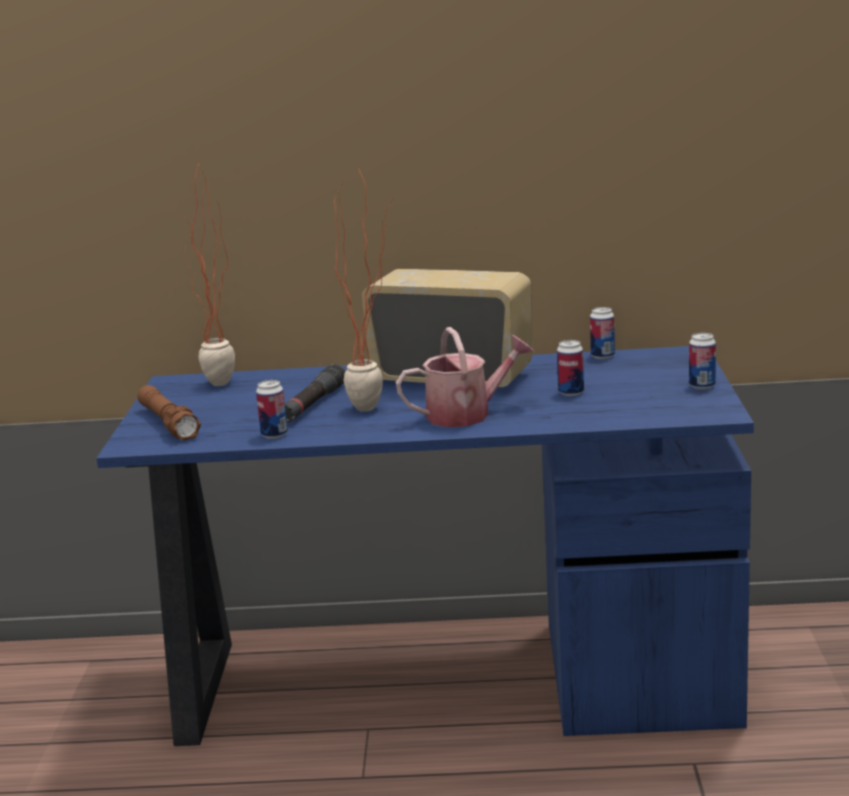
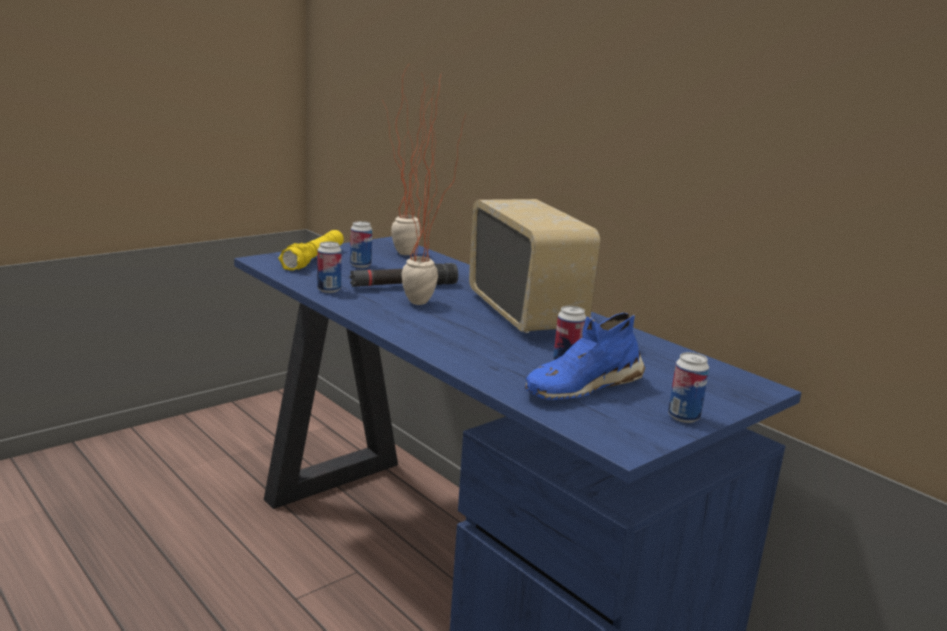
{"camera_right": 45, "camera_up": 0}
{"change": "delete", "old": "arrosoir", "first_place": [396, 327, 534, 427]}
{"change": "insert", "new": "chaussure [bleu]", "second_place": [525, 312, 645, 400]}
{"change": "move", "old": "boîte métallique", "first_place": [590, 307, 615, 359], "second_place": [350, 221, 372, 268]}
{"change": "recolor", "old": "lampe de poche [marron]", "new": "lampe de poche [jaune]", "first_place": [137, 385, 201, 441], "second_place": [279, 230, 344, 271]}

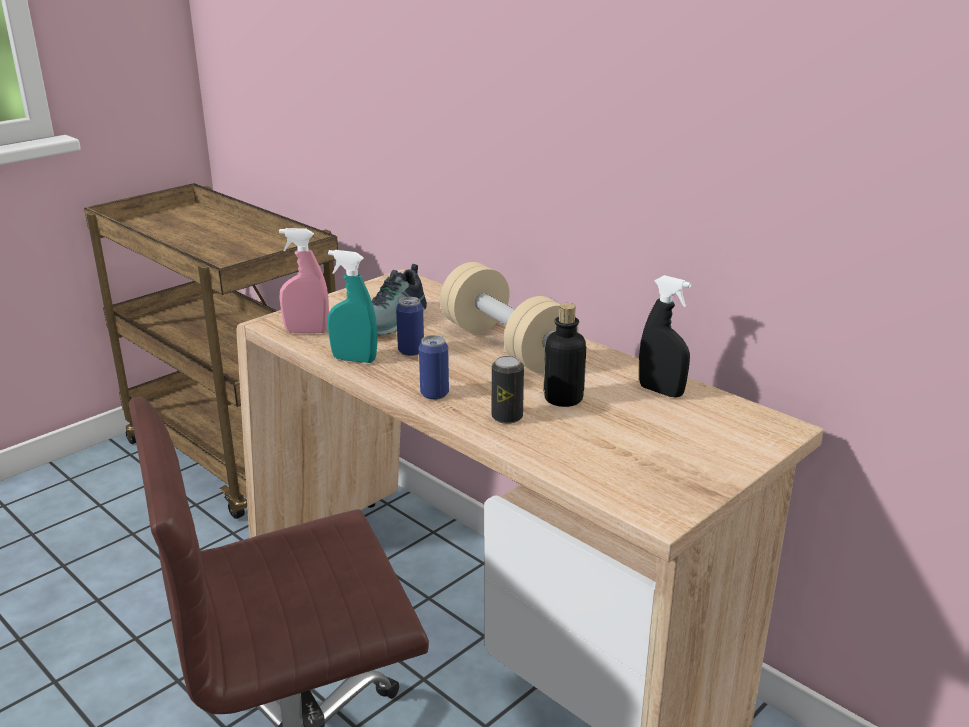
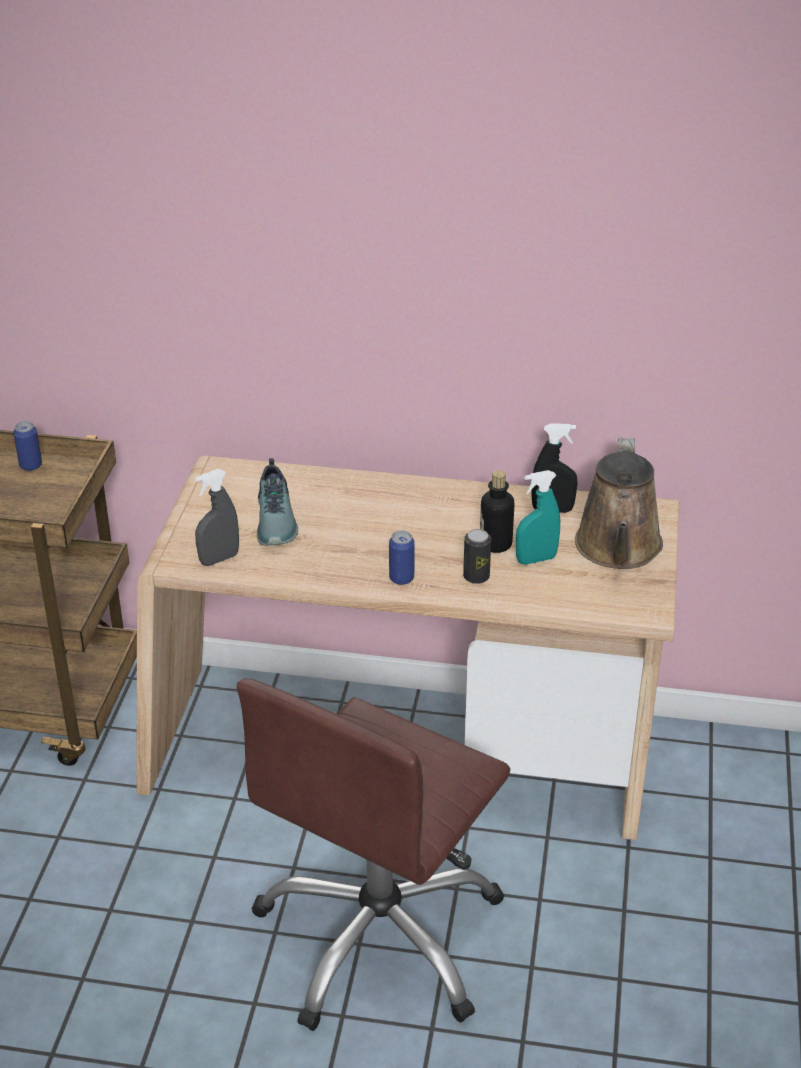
{"camera_right": -35, "camera_up": 10}
{"change": "delete", "old": "haltère [beige]", "first_place": [440, 262, 579, 373]}
{"change": "insert", "new": "arrosoir [marron]", "second_place": [575, 438, 663, 569]}
{"change": "move", "old": "vaporisateur [turquoise]", "first_place": [327, 250, 377, 363], "second_place": [516, 470, 560, 565]}
{"change": "move", "old": "boîte métallique", "first_place": [396, 297, 424, 356], "second_place": [13, 421, 42, 471]}
{"change": "recolor", "old": "vaporisateur [rose]", "new": "vaporisateur [gris]", "first_place": [279, 228, 329, 333], "second_place": [195, 469, 239, 566]}

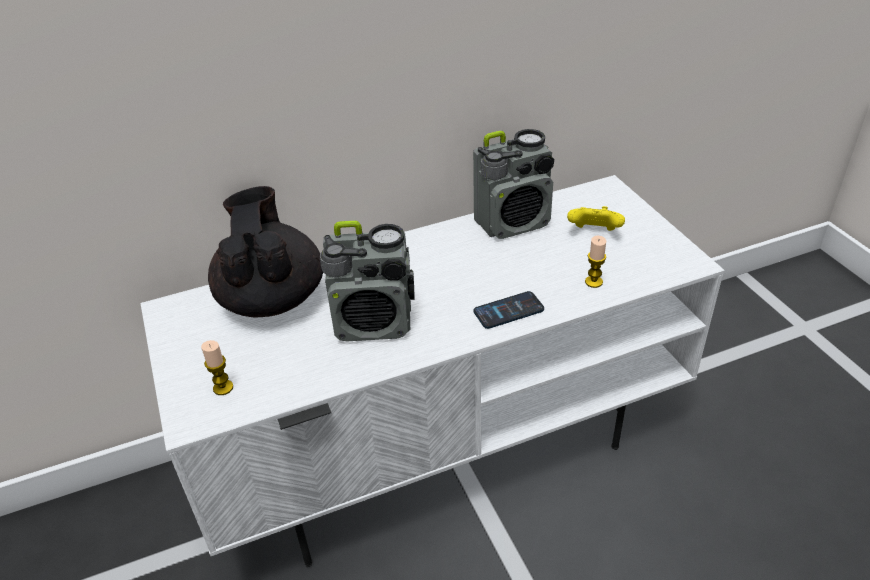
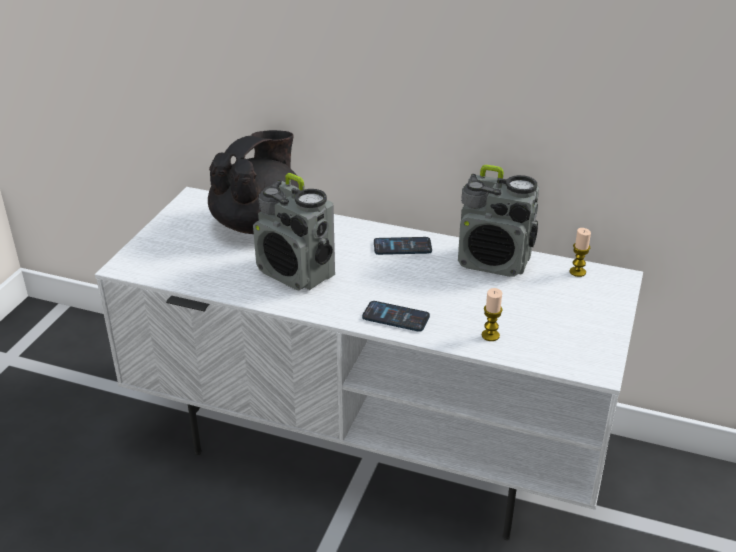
{"camera_right": 40, "camera_up": -5}
{"change": "delete", "old": "manette [jaune]", "first_place": [567, 206, 625, 231]}
{"change": "insert", "new": "téléphone", "second_place": [374, 237, 432, 255]}
{"change": "move", "old": "bougie", "first_place": [201, 340, 233, 395], "second_place": [569, 228, 591, 277]}

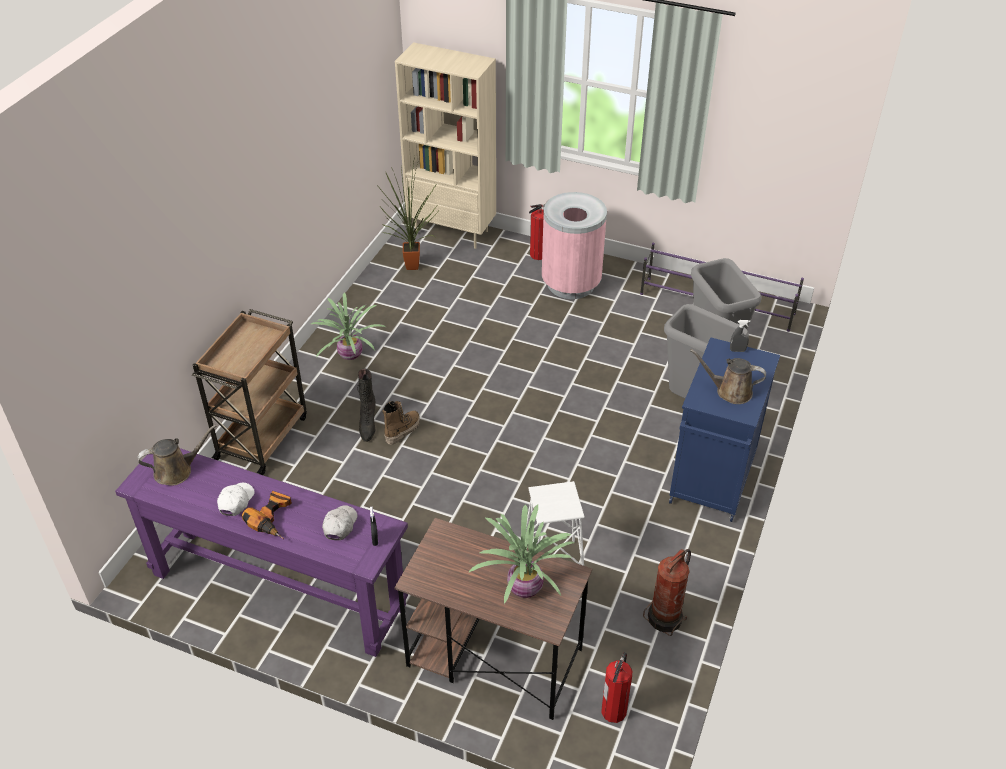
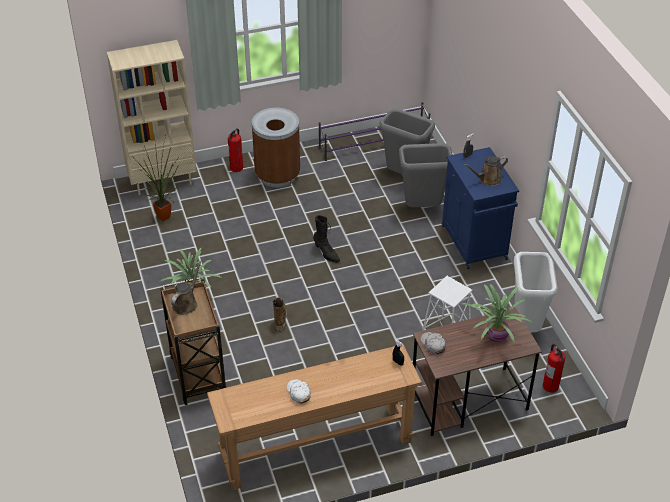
{"camera_right": -40, "camera_up": 0}
{"change": "delete", "old": "perceuse", "first_place": [242, 491, 292, 539]}
{"change": "move", "old": "arrosoir [marron]", "first_place": [137, 425, 216, 486], "second_place": [171, 261, 202, 315]}
{"change": "move", "old": "casquette [blanc]", "first_place": [322, 505, 357, 540], "second_place": [420, 332, 446, 354]}
{"change": "move", "old": "botte [noir]", "first_place": [357, 369, 376, 442], "second_place": [313, 215, 340, 263]}
{"change": "replace", "old": "extincteur", "new": "poubelle [blanc]", "first_place": [643, 549, 691, 636], "second_place": [514, 252, 557, 332]}
{"change": "recolor", "old": "table console [violet]", "new": "table console [marron]", "first_place": [115, 448, 408, 657], "second_place": [207, 345, 422, 490]}
{"change": "recolor", "old": "poubelle [rose]", "new": "poubelle [marron]", "first_place": [542, 192, 607, 299], "second_place": [252, 107, 300, 188]}

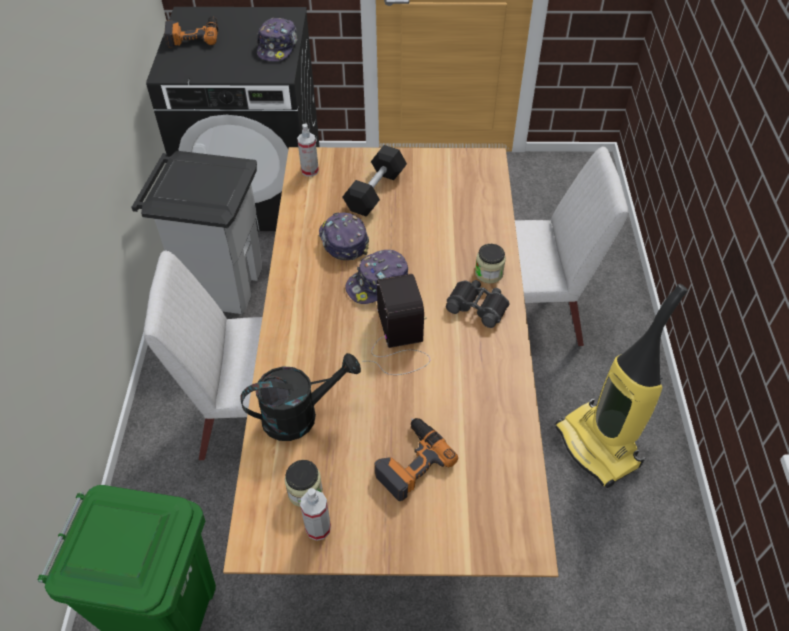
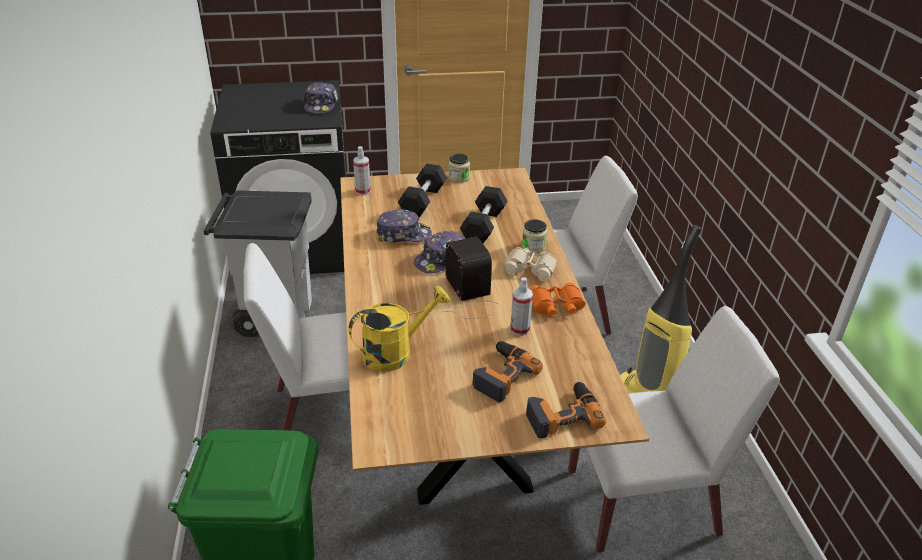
{"camera_right": -10, "camera_up": -15}
{"change": "insert", "new": "haltère [noir]", "second_place": [460, 186, 507, 243]}
{"change": "insert", "new": "jumelles [orange]", "second_place": [530, 282, 586, 317]}
{"change": "insert", "new": "chaise [blanc]", "second_place": [568, 306, 780, 552]}
{"change": "move", "old": "perceuse", "first_place": [164, 16, 218, 48], "second_place": [526, 382, 606, 438]}
{"change": "move", "old": "bocal", "first_place": [285, 460, 323, 507], "second_place": [448, 154, 470, 183]}
{"change": "move", "old": "vaporisateur", "first_place": [300, 488, 331, 541], "second_place": [510, 277, 533, 336]}
{"change": "recolor", "old": "arrosoir [noir]", "new": "arrosoir [jaune]", "first_place": [240, 353, 361, 441], "second_place": [348, 286, 450, 372]}
{"change": "recolor", "old": "jumelles [noir]", "new": "jumelles [beige]", "first_place": [446, 280, 510, 328], "second_place": [504, 247, 557, 281]}
{"change": "rotate", "old": "casquette", "first_place": [319, 212, 369, 260], "second_place": [376, 209, 432, 242], "degrees": 120}

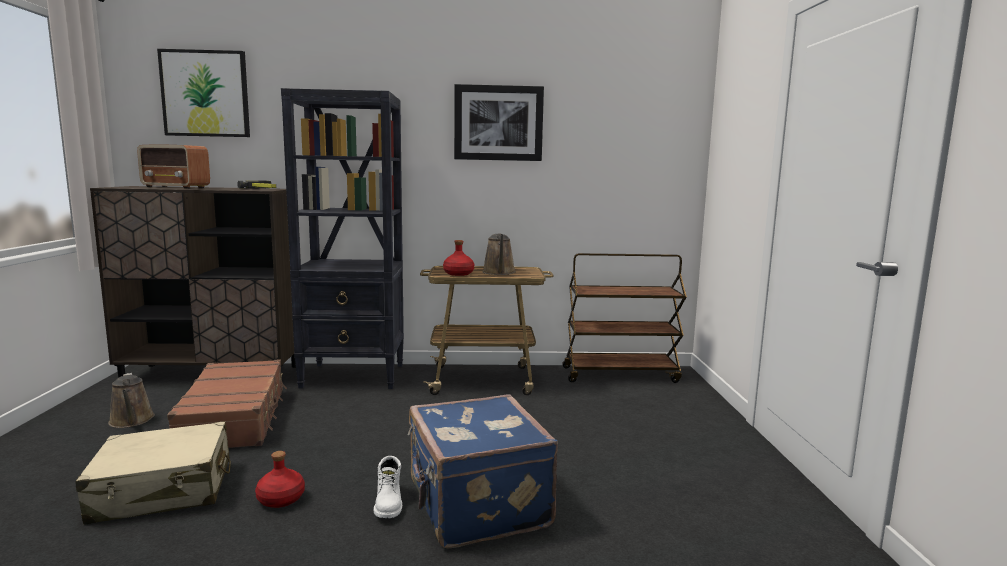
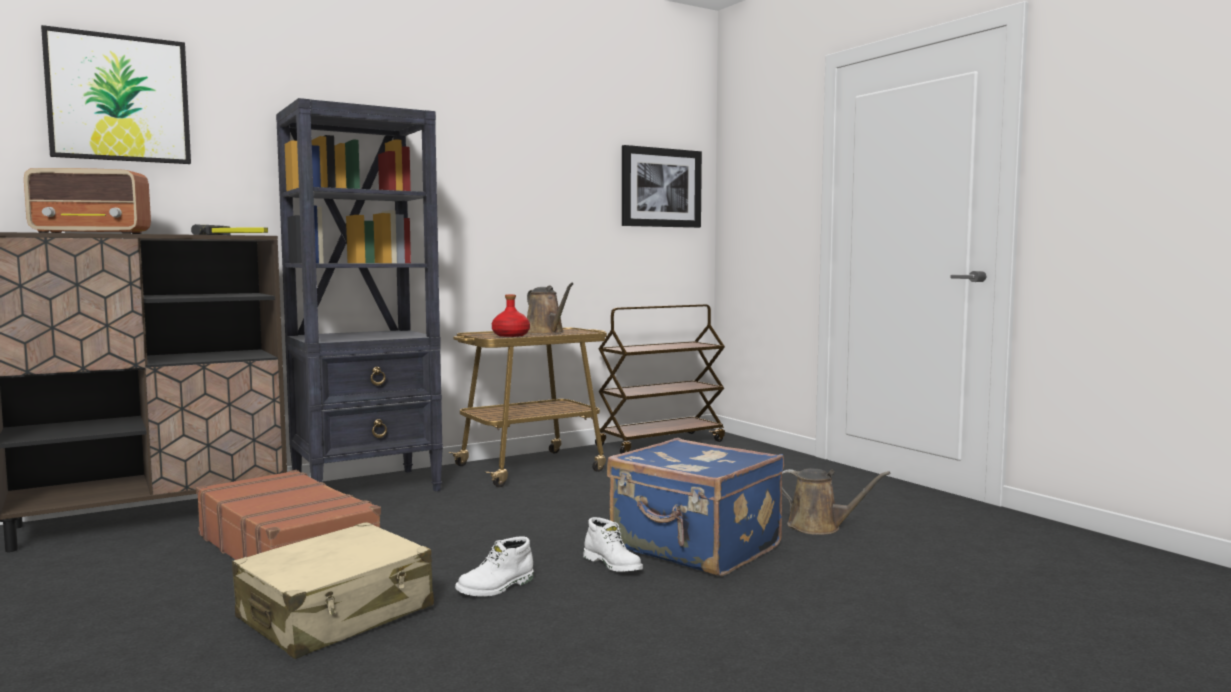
{"camera_right": -30, "camera_up": -5}
{"change": "move", "old": "arrosoir [marron]", "first_place": [108, 373, 155, 428], "second_place": [782, 468, 890, 535]}
{"change": "move", "old": "tableau", "first_place": [454, 84, 544, 161], "second_place": [622, 145, 702, 228]}
{"change": "replace", "old": "bouteille [rouge]", "new": "botte [blanc]", "first_place": [255, 451, 305, 508], "second_place": [455, 536, 534, 597]}

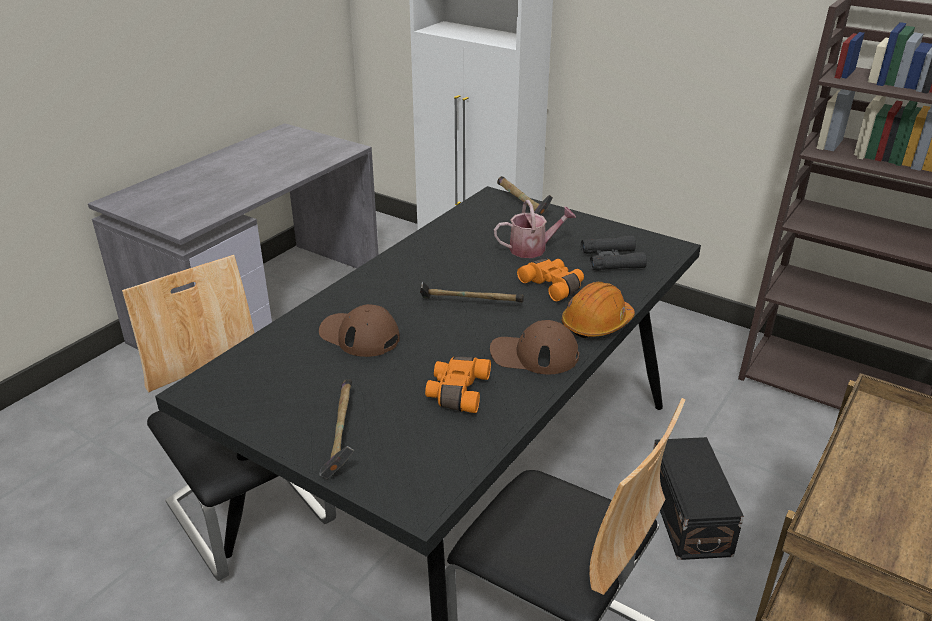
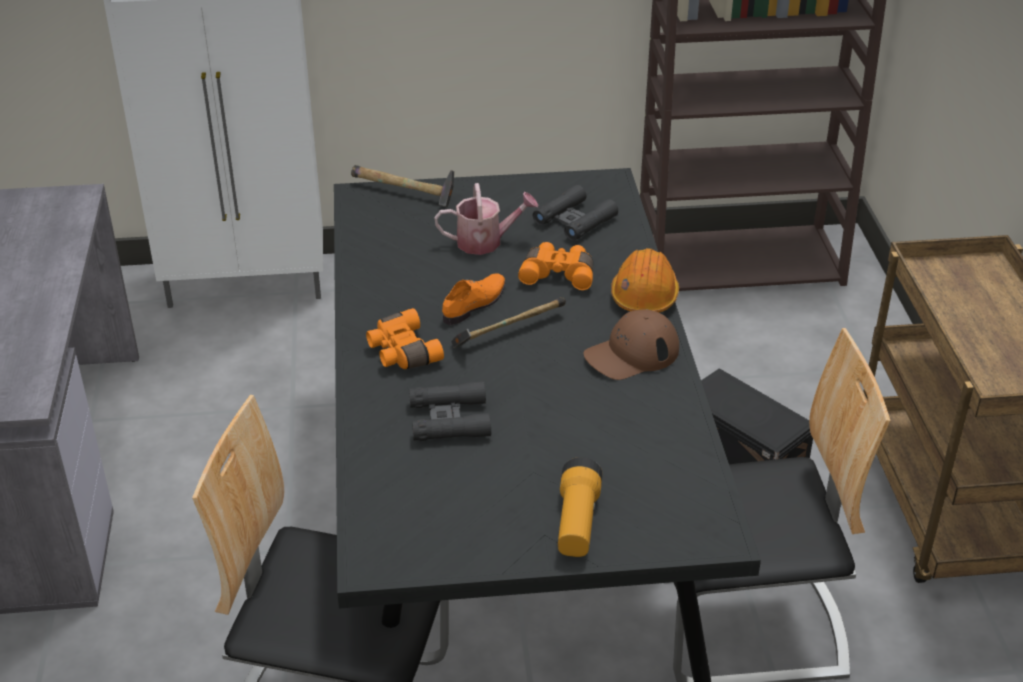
{"camera_right": -40, "camera_up": 5}
{"change": "insert", "new": "chaussure [orange]", "second_place": [442, 273, 505, 325]}
{"change": "move", "old": "jumelles [orange]", "first_place": [425, 356, 491, 413], "second_place": [366, 308, 444, 369]}
{"change": "replace", "old": "casquette [marron]", "new": "jumelles [noir]", "first_place": [319, 304, 400, 357], "second_place": [409, 381, 491, 441]}
{"change": "replace", "old": "marteau", "new": "lampe de poche", "first_place": [319, 379, 354, 479], "second_place": [558, 457, 602, 557]}
{"change": "rotate", "old": "arrosoir", "first_place": [494, 200, 576, 258], "second_place": [434, 183, 539, 255], "degrees": 45}

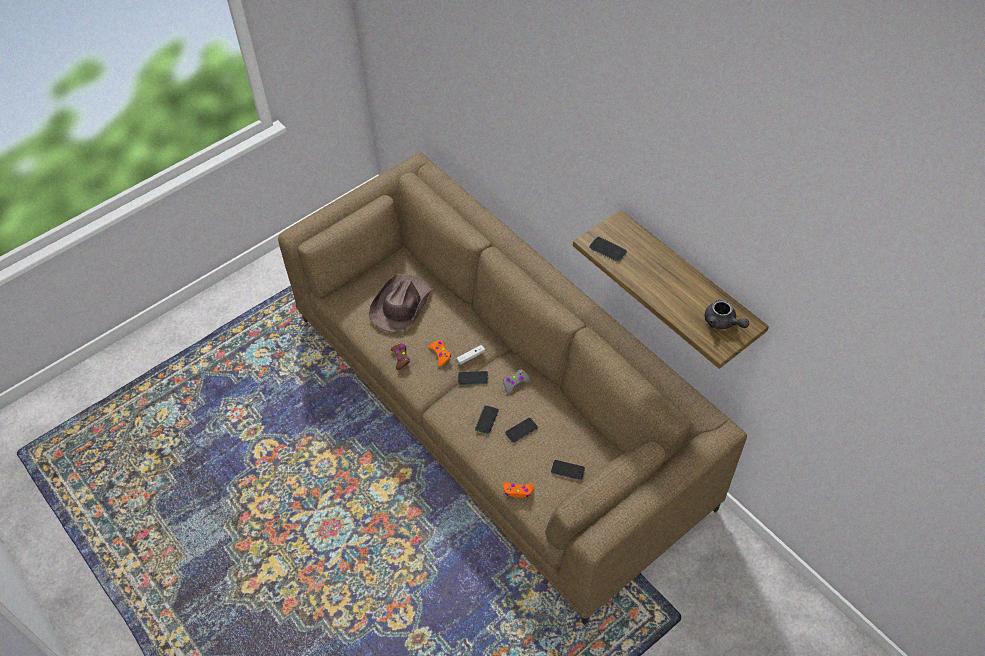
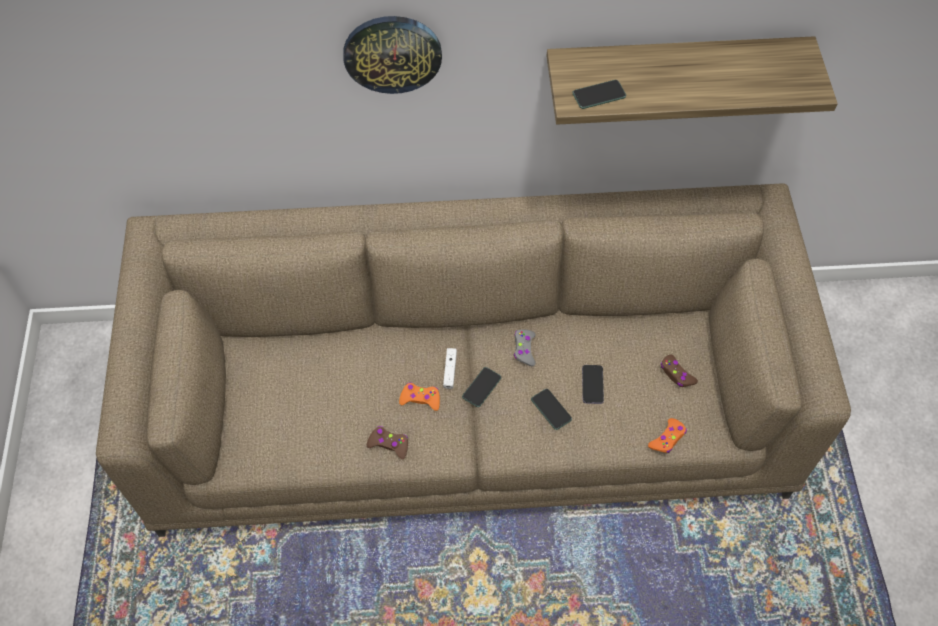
{"camera_right": -55, "camera_up": 5}
{"change": "delete", "old": "chapeau [marron]", "first_place": [369, 274, 432, 333]}
{"change": "delete", "old": "théière [gris]", "first_place": [705, 299, 749, 329]}
{"change": "insert", "new": "horloge murale", "second_place": [344, 16, 442, 94]}
{"change": "replace", "old": "téléphone", "new": "manette [marron]", "first_place": [551, 460, 585, 480], "second_place": [661, 355, 698, 387]}

